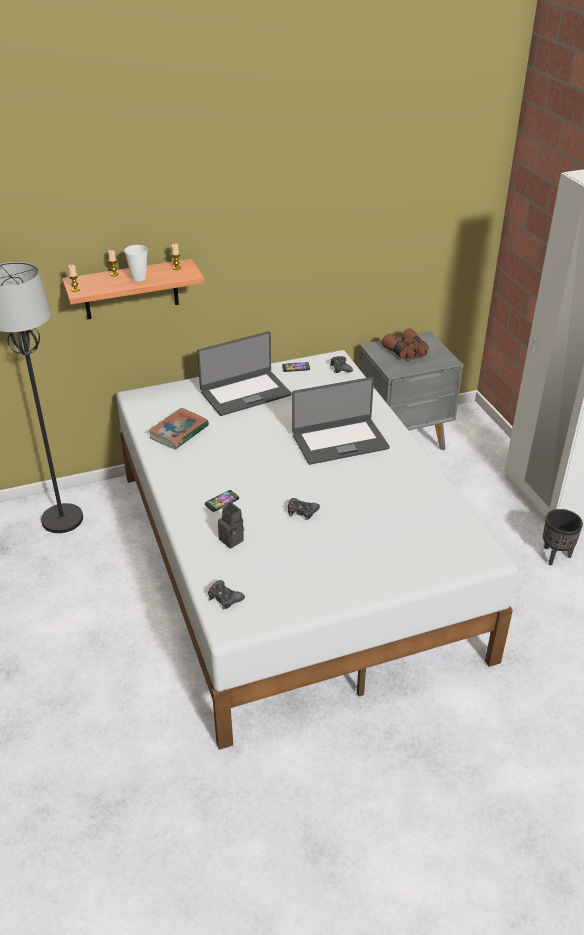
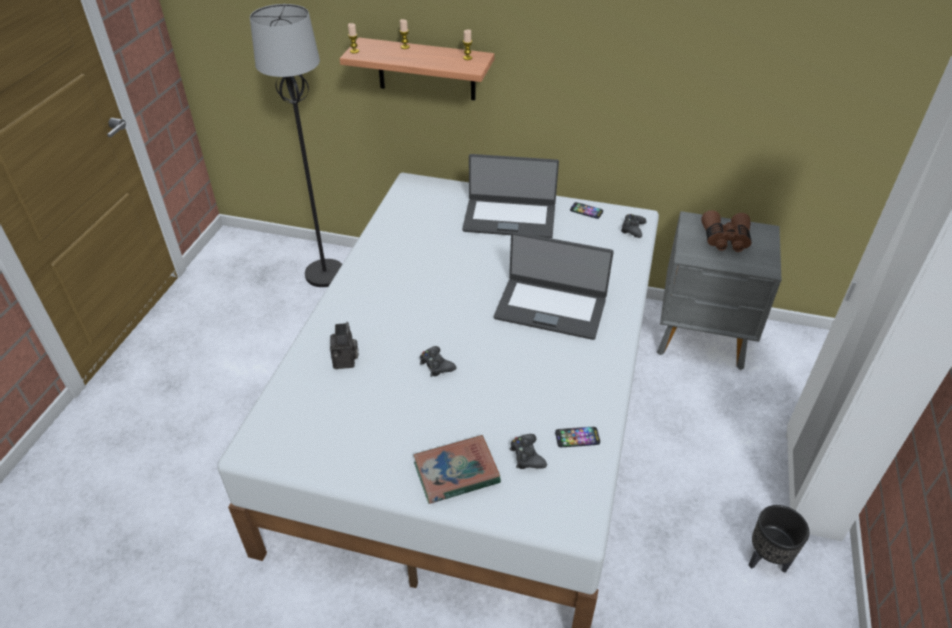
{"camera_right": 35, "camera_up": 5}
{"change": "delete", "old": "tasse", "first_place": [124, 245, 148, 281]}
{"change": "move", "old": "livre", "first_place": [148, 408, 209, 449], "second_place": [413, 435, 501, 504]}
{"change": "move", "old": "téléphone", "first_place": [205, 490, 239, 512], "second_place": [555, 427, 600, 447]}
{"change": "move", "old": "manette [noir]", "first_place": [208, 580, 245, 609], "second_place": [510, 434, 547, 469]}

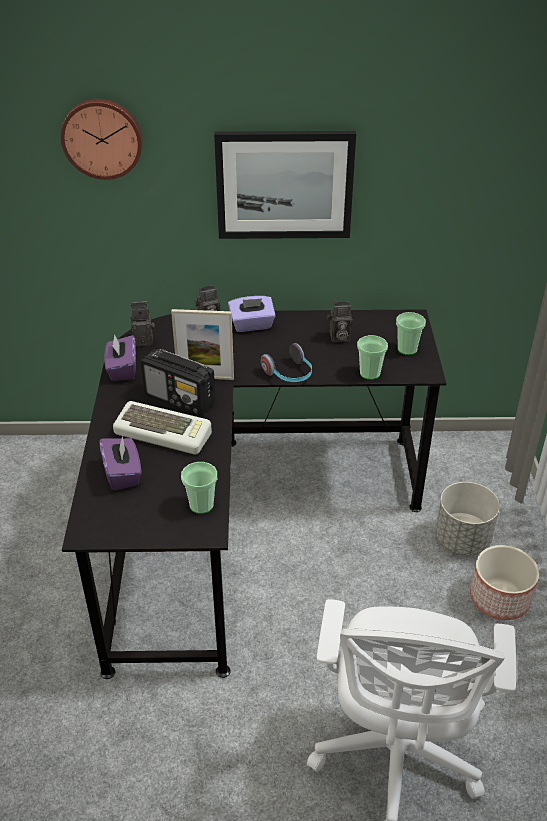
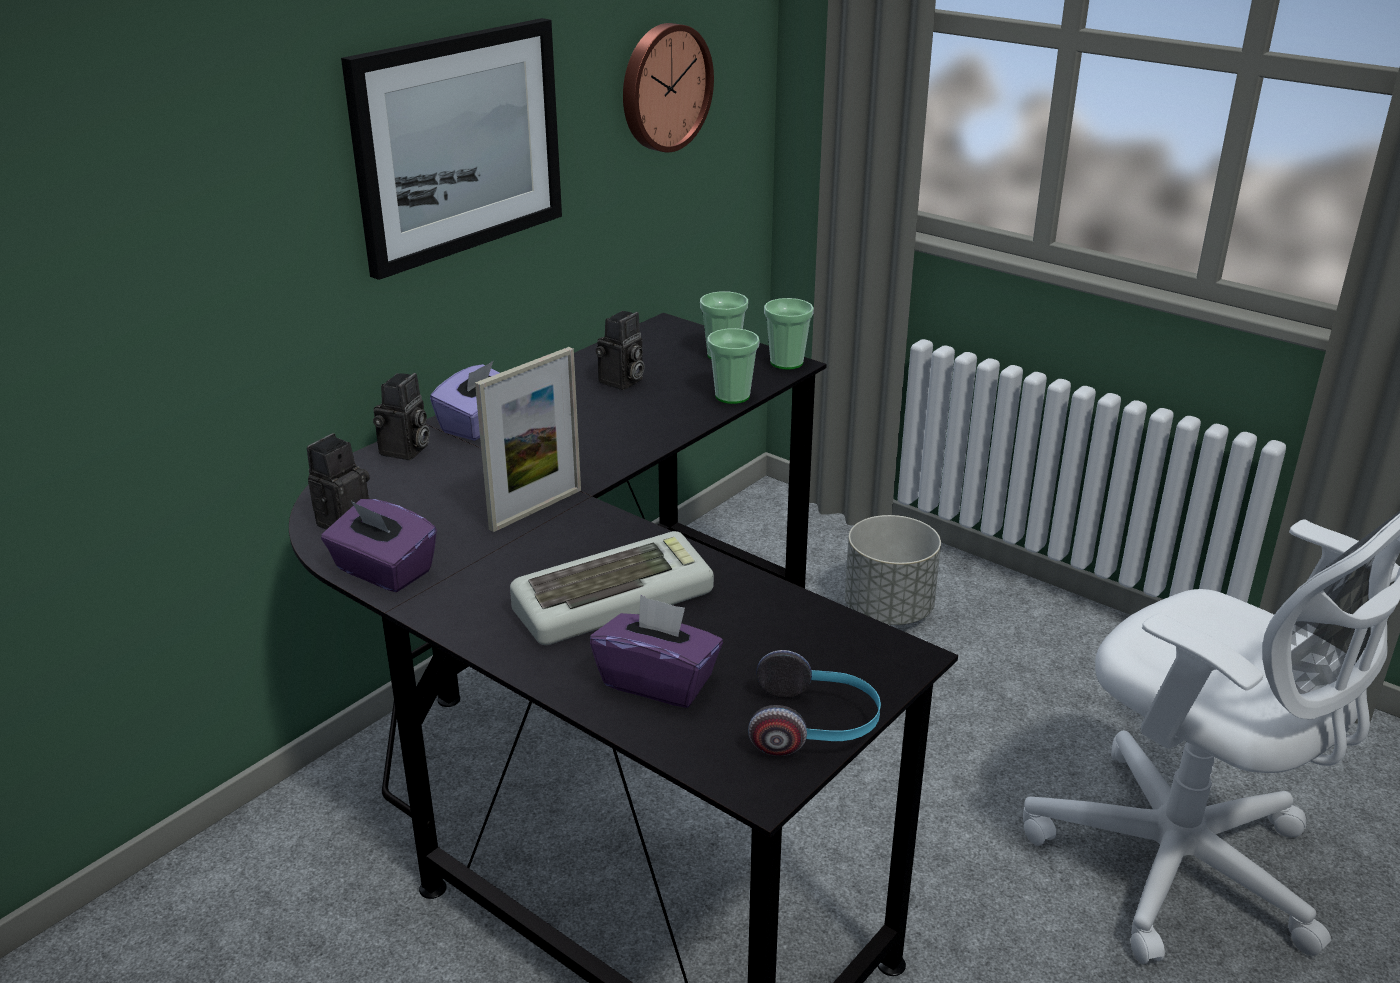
{"camera_right": -50, "camera_up": -10}
{"change": "delete", "old": "radio", "first_place": [141, 349, 216, 416]}
{"change": "delete", "old": "cache-pot", "first_place": [470, 545, 539, 620]}
{"change": "move", "old": "horloge murale", "first_place": [61, 99, 143, 180], "second_place": [623, 23, 714, 152]}
{"change": "move", "old": "tasse", "first_place": [181, 462, 217, 514], "second_place": [764, 298, 814, 370]}
{"change": "move", "old": "casque audio", "first_place": [261, 343, 312, 382], "second_place": [748, 650, 881, 756]}

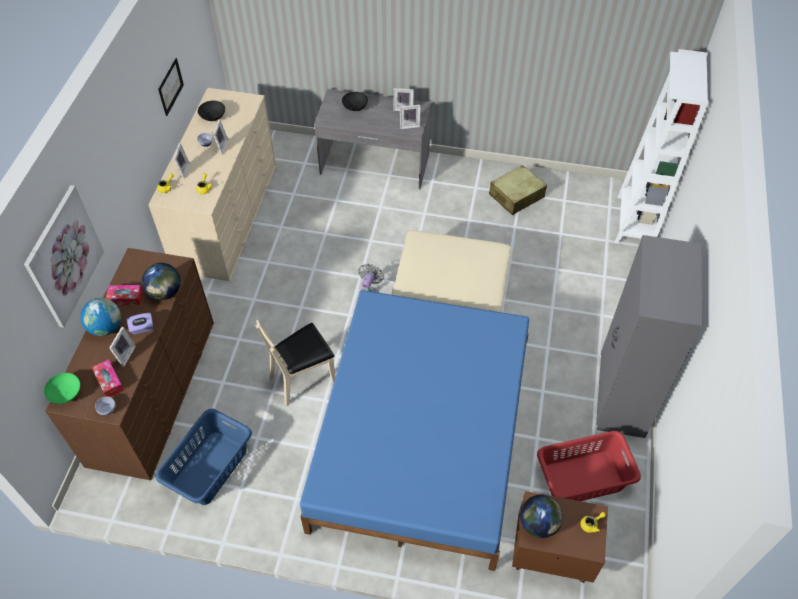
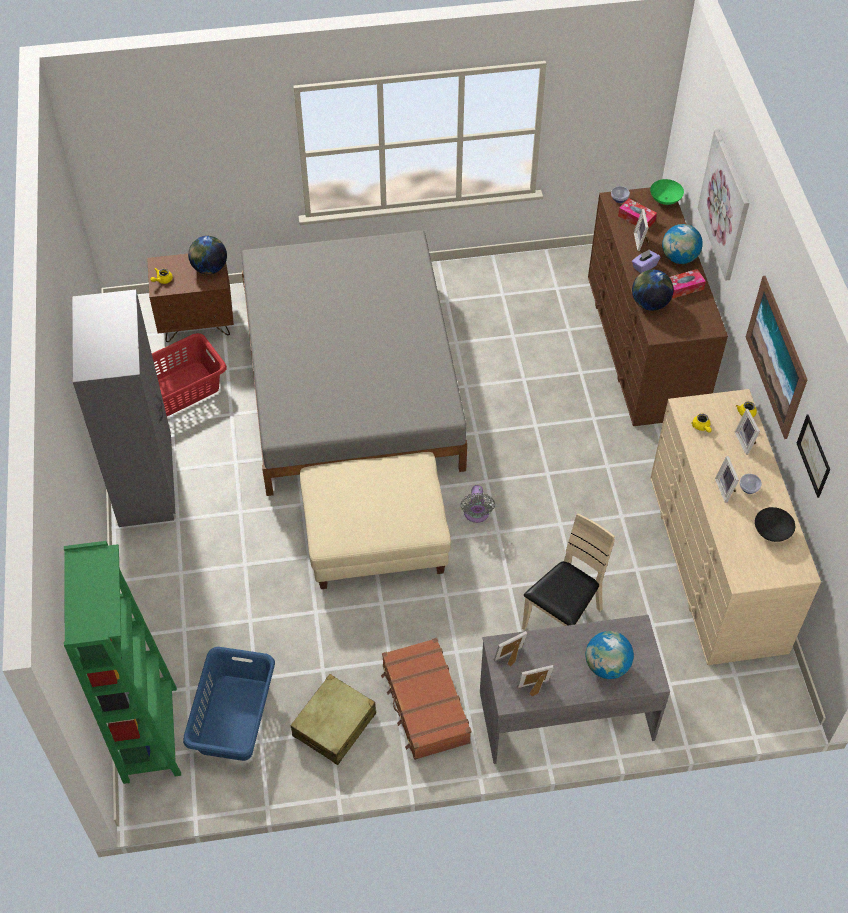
{"camera_right": 160, "camera_up": 0}
{"change": "insert", "new": "valise [marron]", "second_place": [381, 638, 471, 760]}
{"change": "insert", "new": "tableau", "second_place": [746, 276, 808, 439]}
{"change": "move", "old": "panier à linge [bleu]", "first_place": [156, 409, 252, 505], "second_place": [183, 647, 275, 761]}
{"change": "move", "old": "chaise [beige]", "first_place": [256, 320, 335, 406], "second_place": [522, 513, 615, 630]}
{"change": "replace", "old": "bol [noir]", "new": "globe", "first_place": [342, 92, 368, 111], "second_place": [585, 631, 634, 679]}
{"change": "recolor", "old": "lit [bleu]", "new": "lit [gris]", "first_place": [300, 290, 529, 571], "second_place": [241, 231, 467, 496]}
{"change": "recolor", "old": "bibliothèque [blanc]", "new": "bibliothèque [vert]", "first_place": [615, 49, 709, 244], "second_place": [64, 541, 181, 784]}

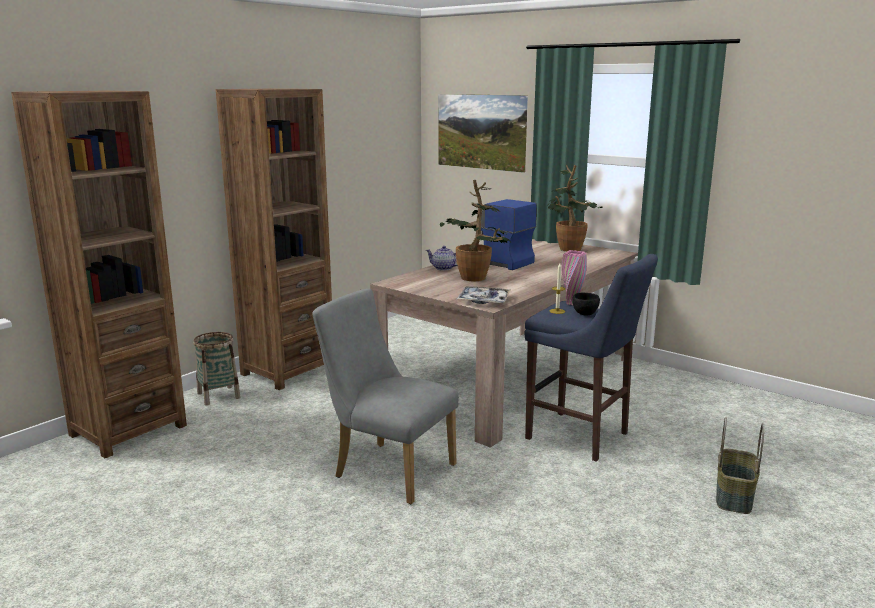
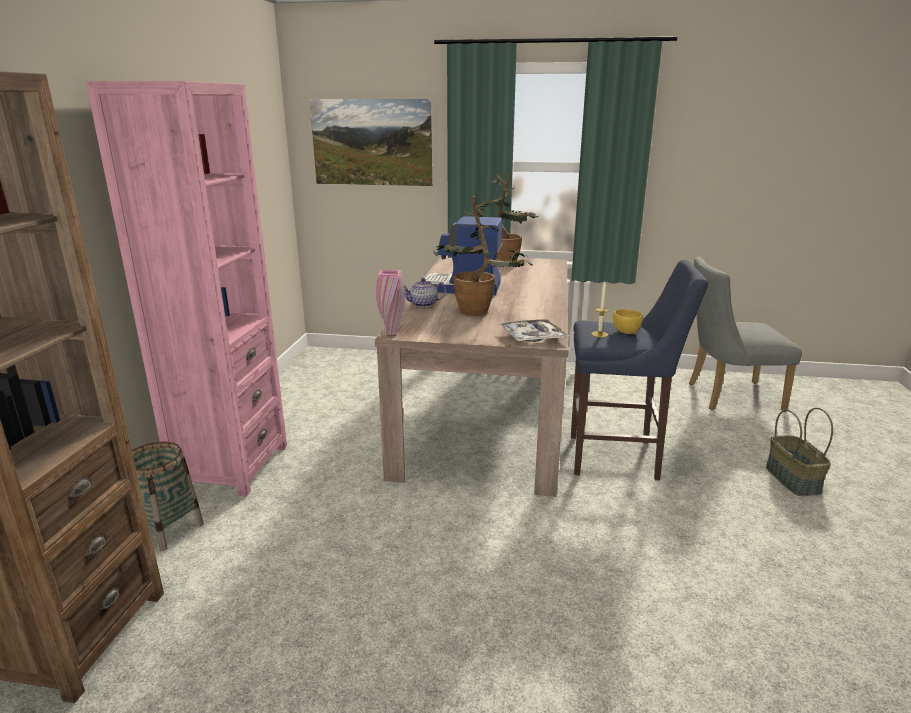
{"camera_right": -30, "camera_up": 5}
{"change": "move", "old": "chaise [gris]", "first_place": [312, 289, 459, 504], "second_place": [689, 257, 802, 411]}
{"change": "move", "old": "vase [rose]", "first_place": [562, 250, 587, 305], "second_place": [376, 270, 405, 335]}
{"change": "recolor", "old": "bibliothèque [marron]", "new": "bibliothèque [rose]", "first_place": [216, 88, 332, 390], "second_place": [86, 81, 287, 496]}
{"change": "recolor", "old": "bol [noir]", "new": "bol [jaune]", "first_place": [572, 293, 600, 315], "second_place": [613, 309, 643, 334]}

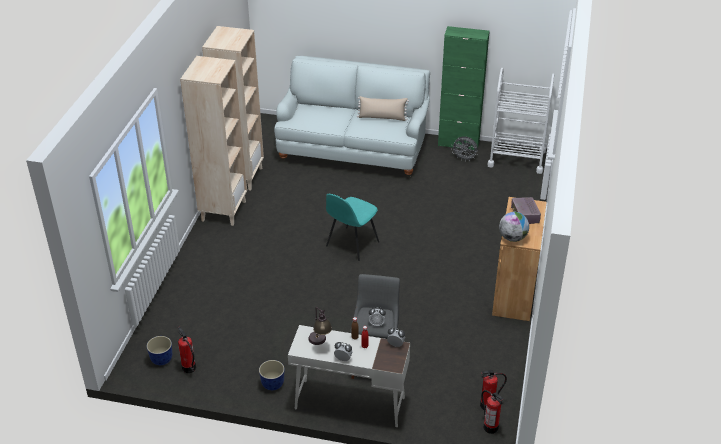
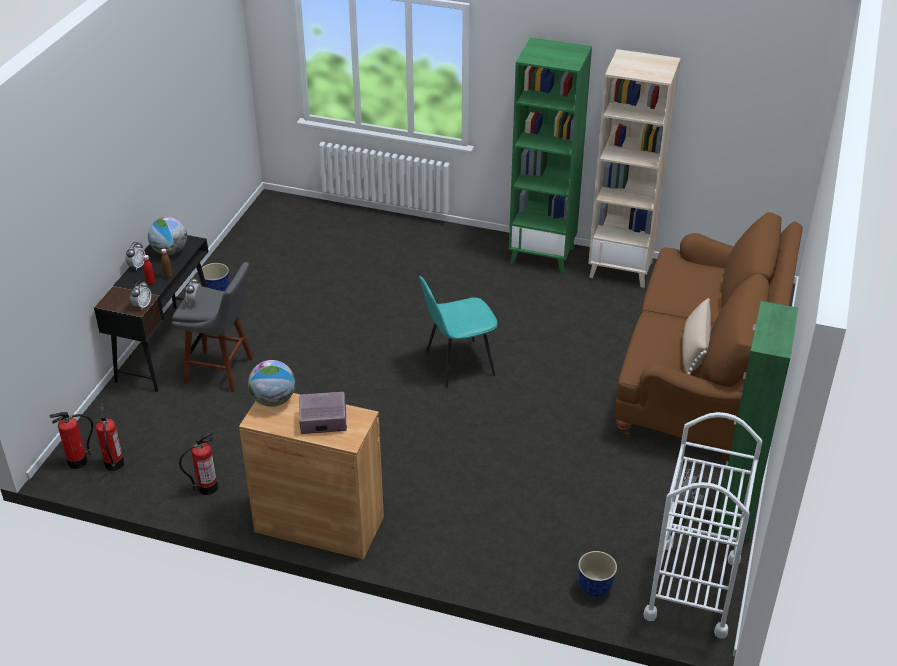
{"camera_right": 95, "camera_up": 0}
{"change": "move", "old": "cache-pot", "first_place": [147, 336, 172, 365], "second_place": [578, 551, 617, 597]}
{"change": "move", "old": "extincteur", "first_place": [177, 327, 196, 373], "second_place": [179, 431, 218, 495]}
{"change": "replace", "old": "lampe de table", "new": "globe", "first_place": [308, 307, 332, 345], "second_place": [148, 217, 187, 255]}
{"change": "recolor", "old": "bibliothèque [beige]", "new": "bibliothèque [vert]", "first_place": [180, 56, 247, 226], "second_place": [509, 38, 592, 273]}
{"change": "recolor", "old": "canapé [blanc]", "new": "canapé [marron]", "first_place": [274, 56, 430, 177], "second_place": [615, 212, 803, 461]}
{"change": "recolor", "old": "bureau [blanc]", "new": "bureau [noir]", "first_place": [288, 325, 410, 427], "second_place": [94, 235, 209, 392]}
{"change": "rotate", "old": "chaise [turquoise]", "first_place": [326, 194, 379, 261], "second_place": [419, 276, 498, 388], "degrees": -60}

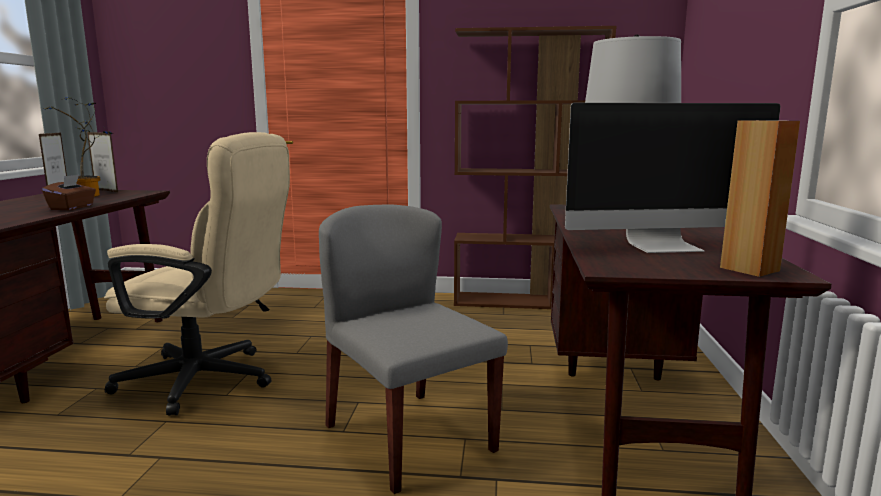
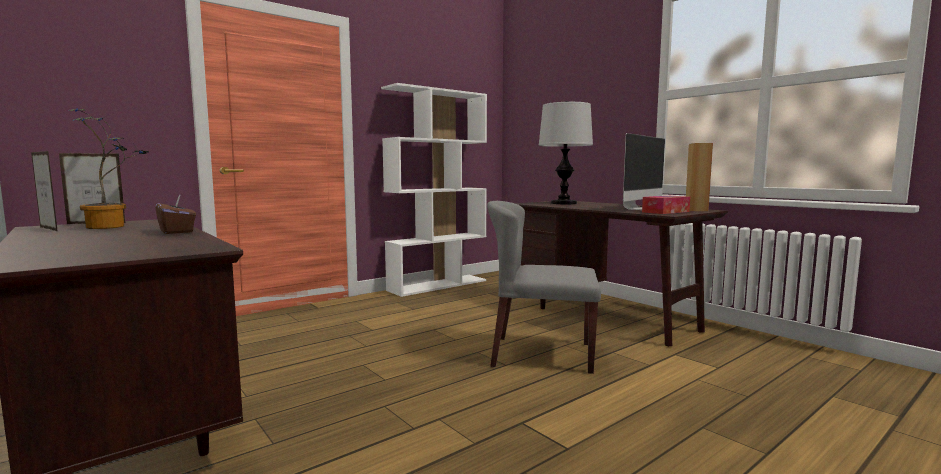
{"camera_right": -45, "camera_up": -5}
{"change": "delete", "old": "chaise de bureau [beige]", "first_place": [104, 132, 290, 415]}
{"change": "insert", "new": "boîte à mouchoirs", "second_place": [642, 196, 690, 214]}
{"change": "recolor", "old": "bibliothèque [marron]", "new": "bibliothèque [blanc]", "first_place": [454, 26, 617, 309], "second_place": [381, 83, 487, 297]}

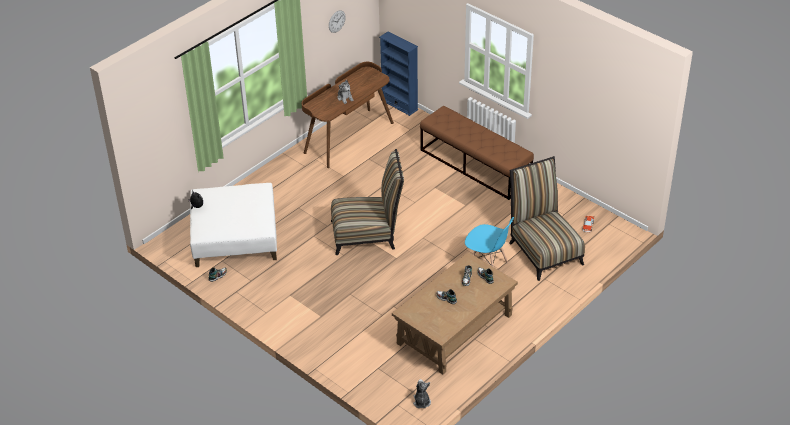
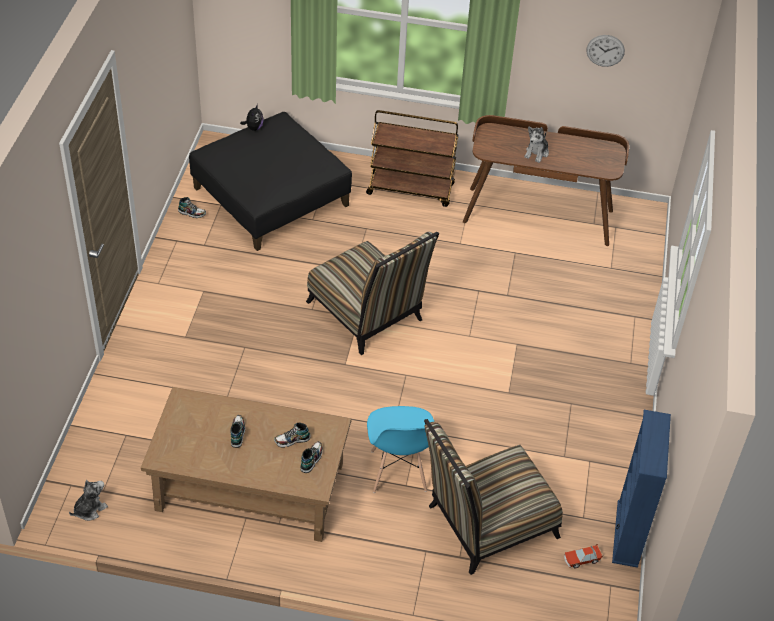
{"camera_right": 55, "camera_up": 5}
{"change": "delete", "old": "banc [marron]", "first_place": [420, 106, 534, 200]}
{"change": "insert", "new": "chariot [marron]", "second_place": [366, 110, 458, 207]}
{"change": "move", "old": "bibliothèque [bleu]", "first_place": [379, 31, 418, 116], "second_place": [612, 410, 671, 568]}
{"change": "recolor", "old": "pouf [blanc]", "new": "pouf [noir]", "first_place": [190, 183, 277, 267], "second_place": [189, 112, 352, 251]}
{"change": "rotate", "old": "chaise", "first_place": [510, 156, 585, 281], "second_place": [424, 419, 563, 575], "degrees": -150}

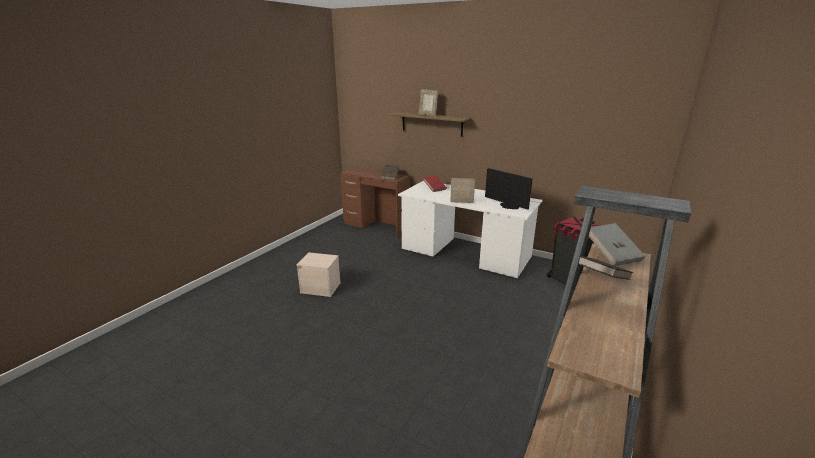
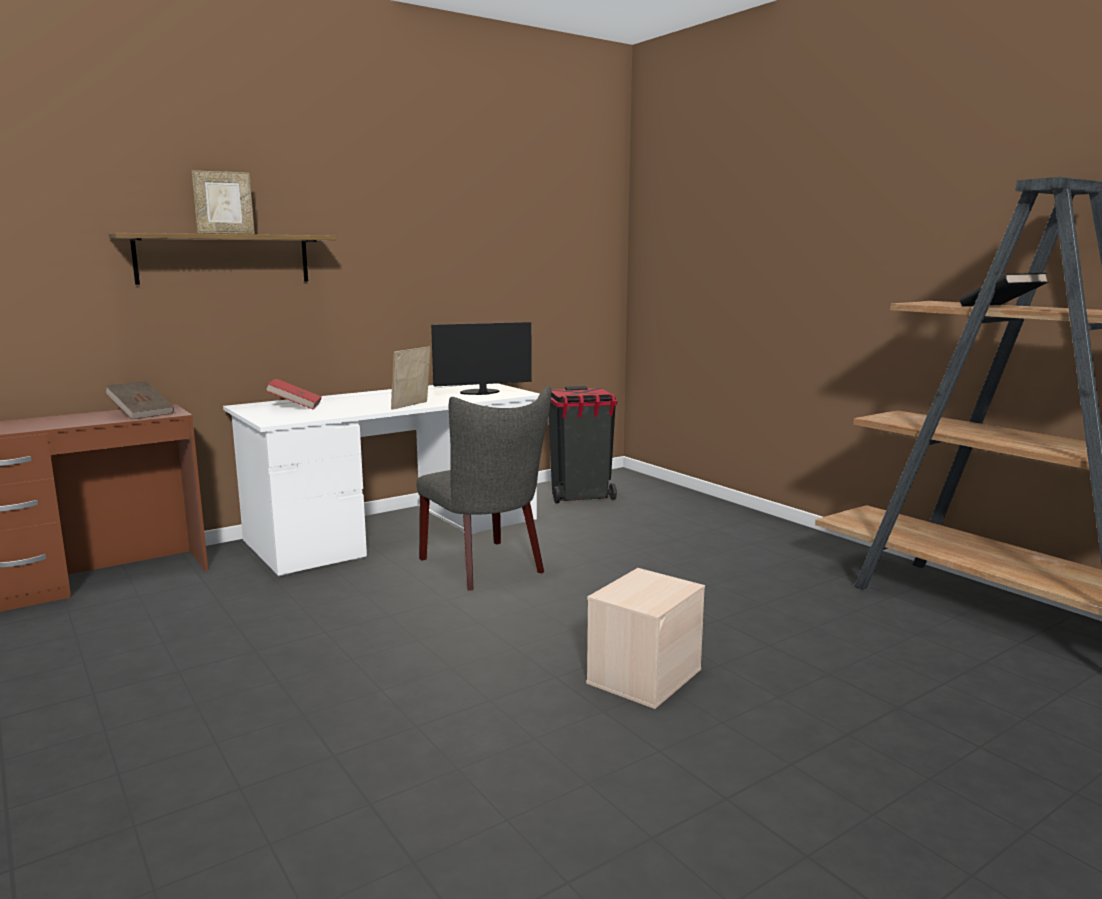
{"camera_right": -65, "camera_up": -10}
{"change": "delete", "old": "livre [gris]", "first_place": [589, 223, 645, 266]}
{"change": "insert", "new": "chaise [gris]", "second_place": [417, 386, 551, 591]}
{"change": "move", "old": "boîte de rangement [beige]", "first_place": [296, 252, 341, 297], "second_place": [586, 568, 705, 709]}

